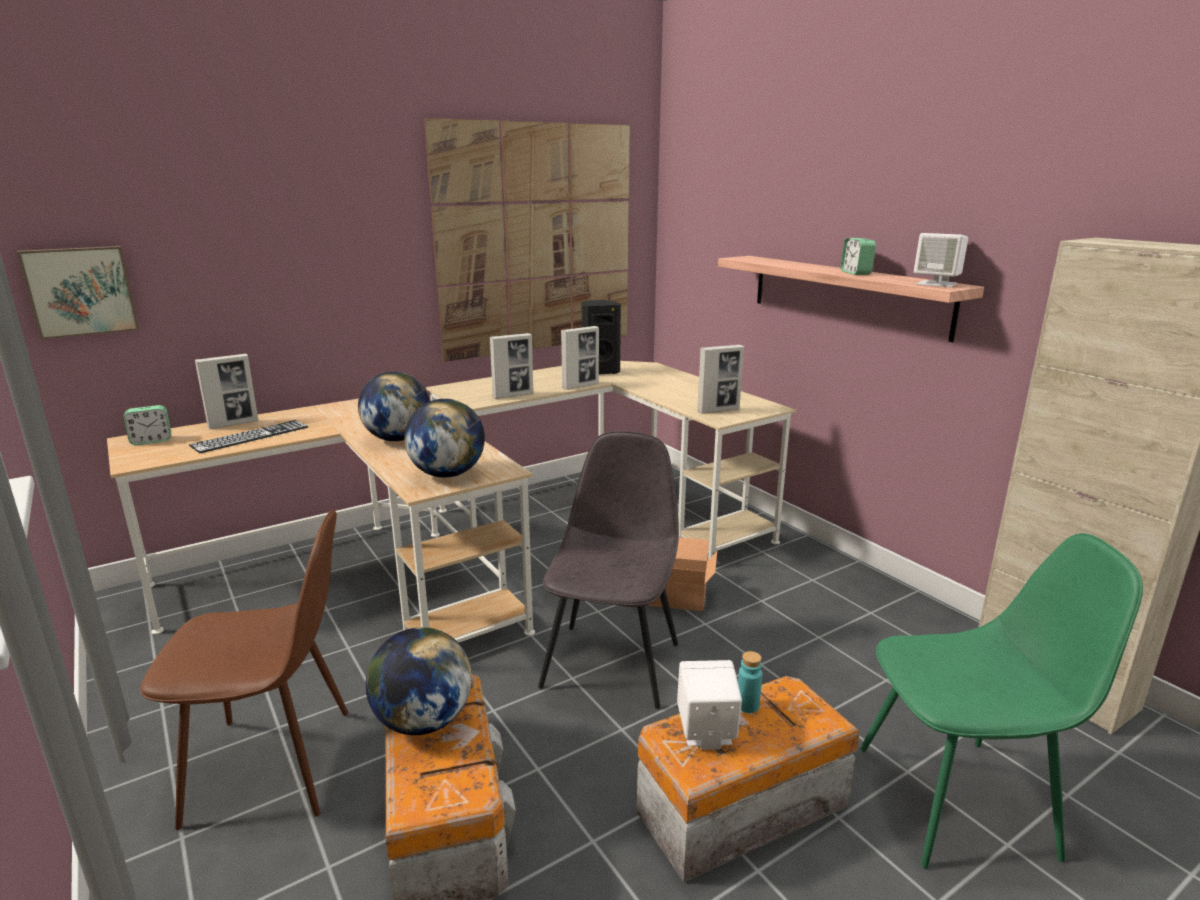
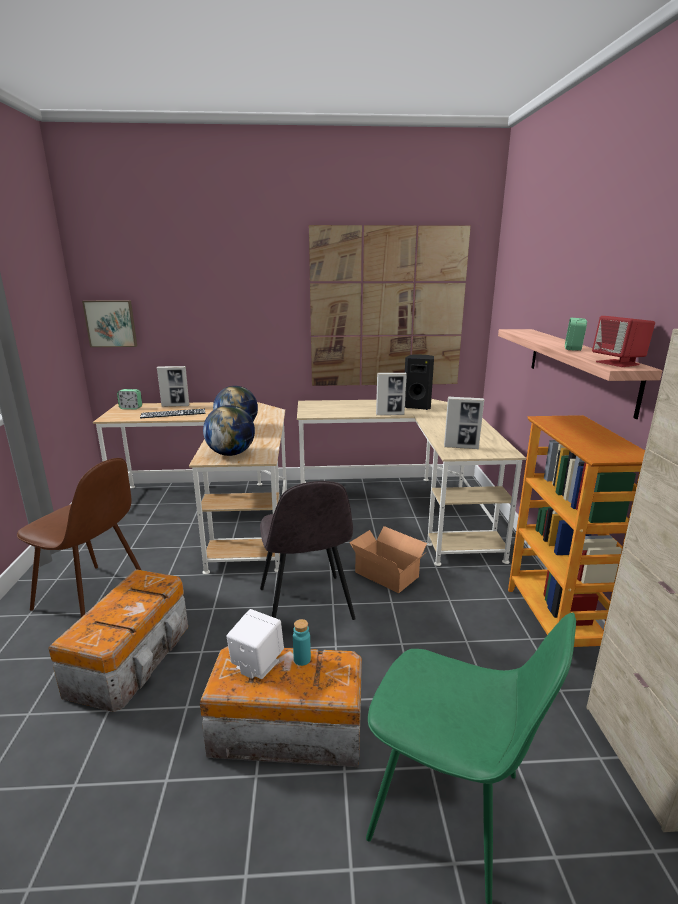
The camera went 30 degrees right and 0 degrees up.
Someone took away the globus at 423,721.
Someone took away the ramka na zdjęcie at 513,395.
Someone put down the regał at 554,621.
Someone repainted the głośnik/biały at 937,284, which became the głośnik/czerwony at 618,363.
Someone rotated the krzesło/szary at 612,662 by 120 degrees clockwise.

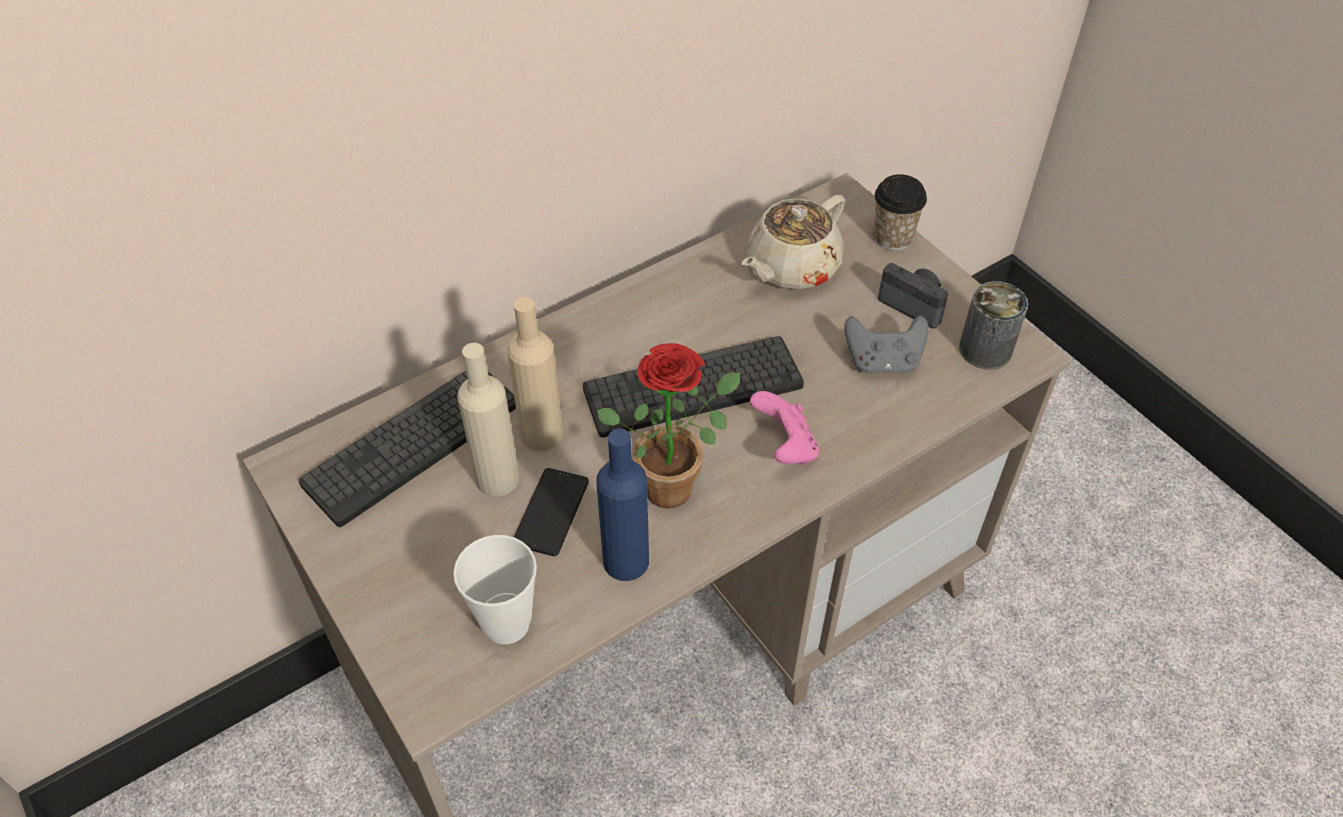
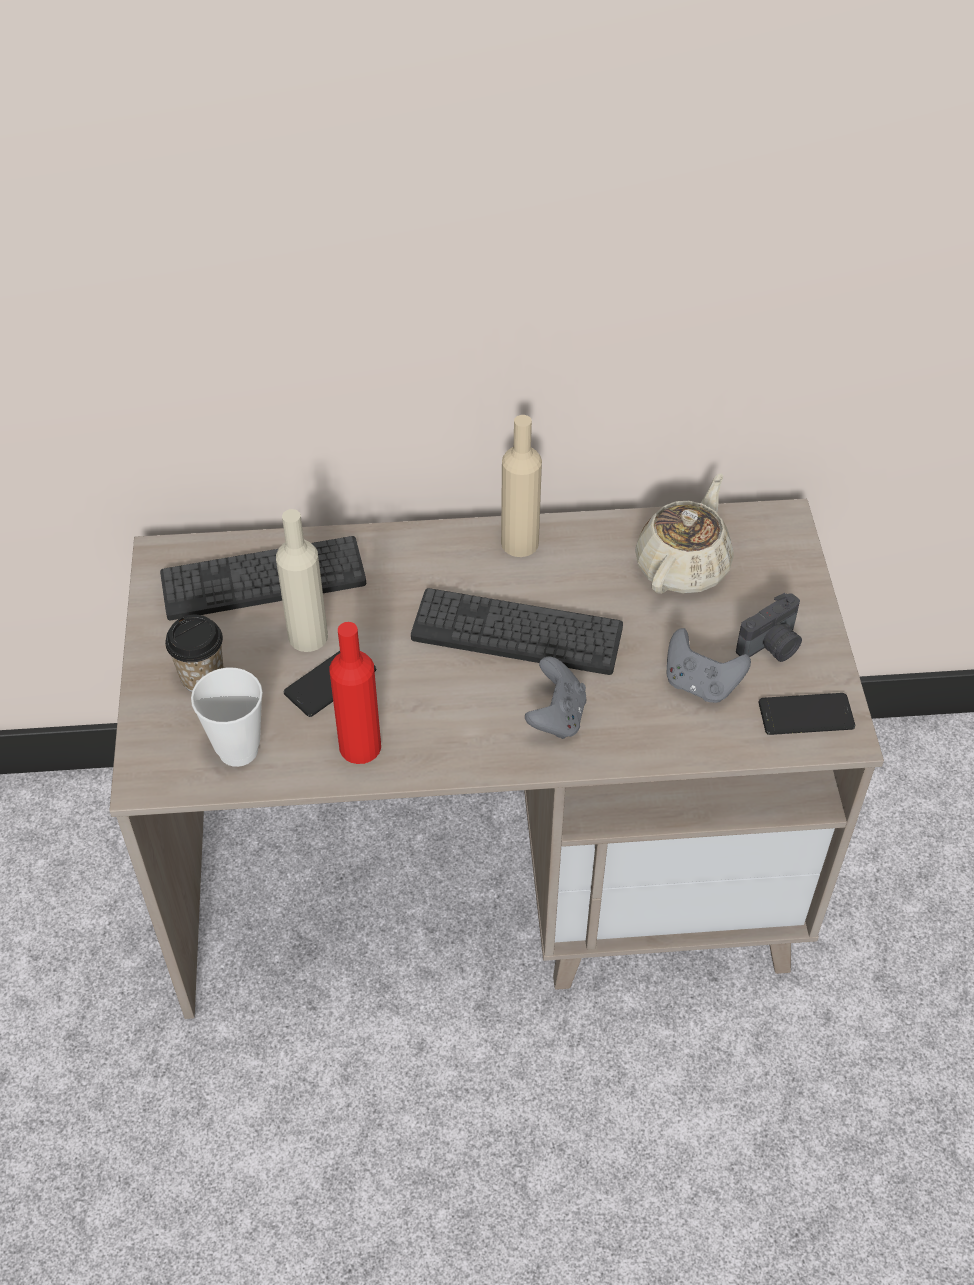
The camera went 30 degrees right and 0 degrees up.
Someone took away the roślina doniczkowa at 675,482.
Someone carried the butelka/beżowy from 542,434 to 519,543.
Someone carried the filiżanka from 892,237 to 202,677.
Someone swapped the puszka at 985,349 for the telefon at 806,715.
Someone repainted the butelka/niebieski at 626,561, which became the butelka/czerwony at 360,746.
Someone repainted the pad do gier/różowy at 785,447, which became the pad do gier/szary at 556,717.
Someone rotated the imbryk/beżowy at 791,268 by 135 degrees clockwise.
Someone rotated the aparat fotograficzny at 914,304 by 75 degrees clockwise.

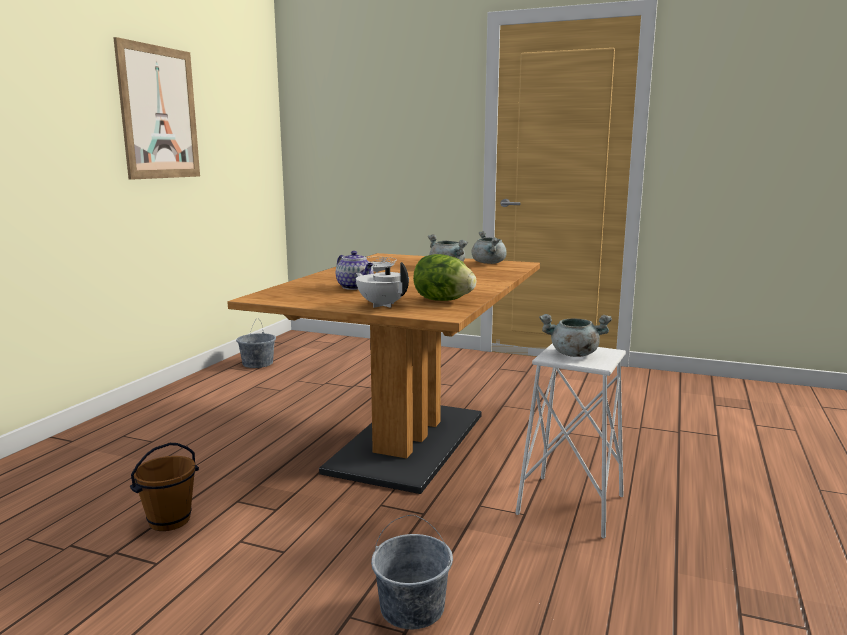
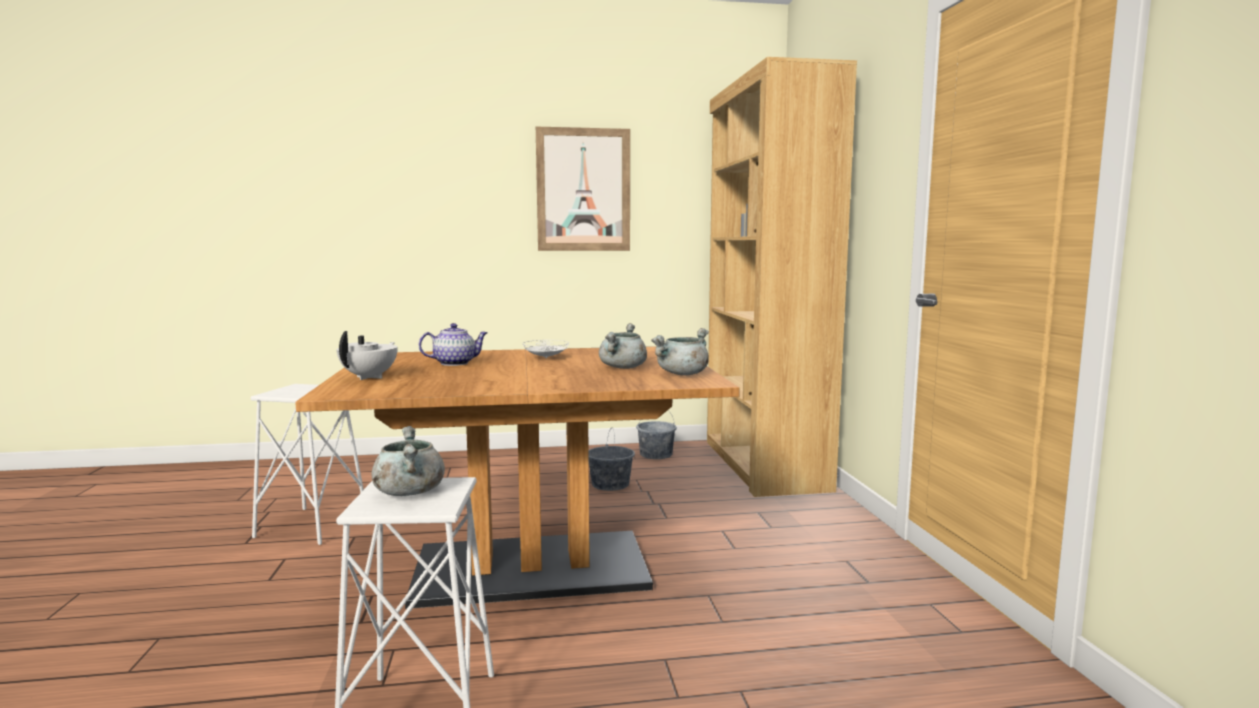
The camera went 60 degrees right and 5 degrees down.
Someone took away the sałata at 443,300.
Someone put down the regał/brązowy at 763,464.
Someone carried the wiadro/szary from 411,608 to 610,484.
Someone swapped the wiadro/brązowy at 169,520 for the stołek/biały at 312,526.
Someone rotated the imbryk at 355,287 by 135 degrees counterclockwise.

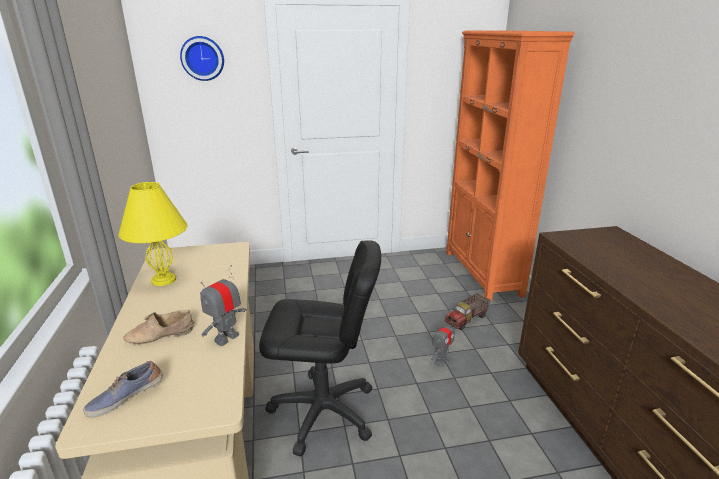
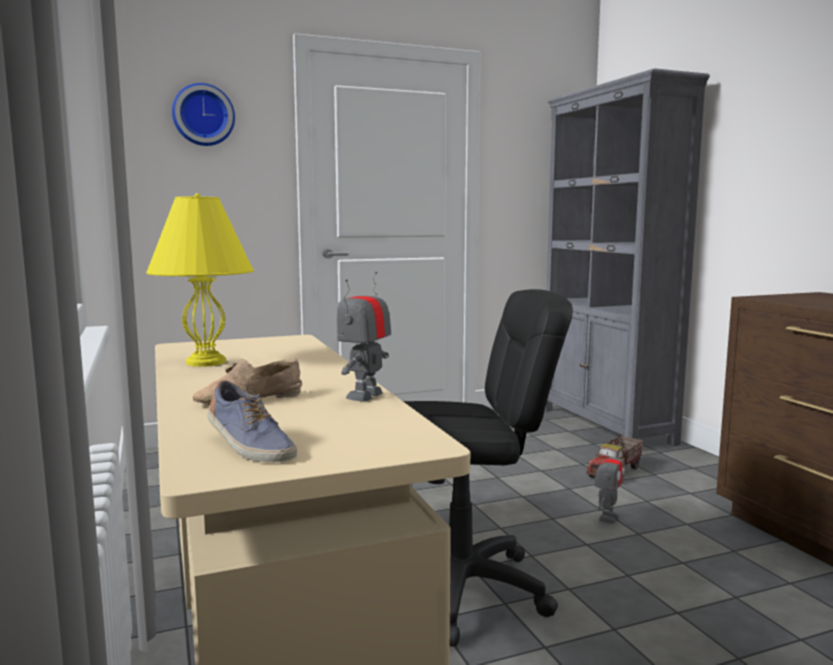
The camera went 10 degrees left and 15 degrees down.
Someone repainted the regał/pomarańczowy at 482,273, which became the regał/szary at 606,426.
Someone rotated the but at 125,397 by 90 degrees counterclockwise.

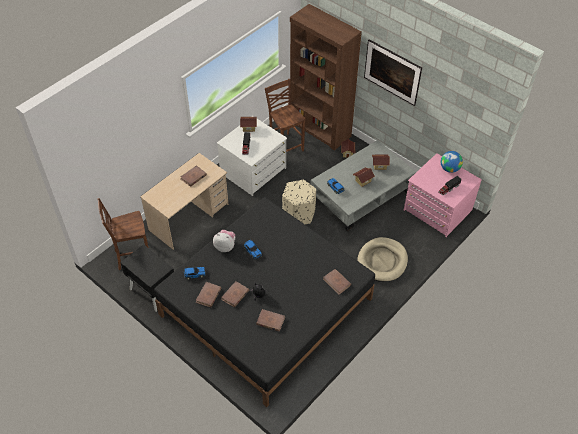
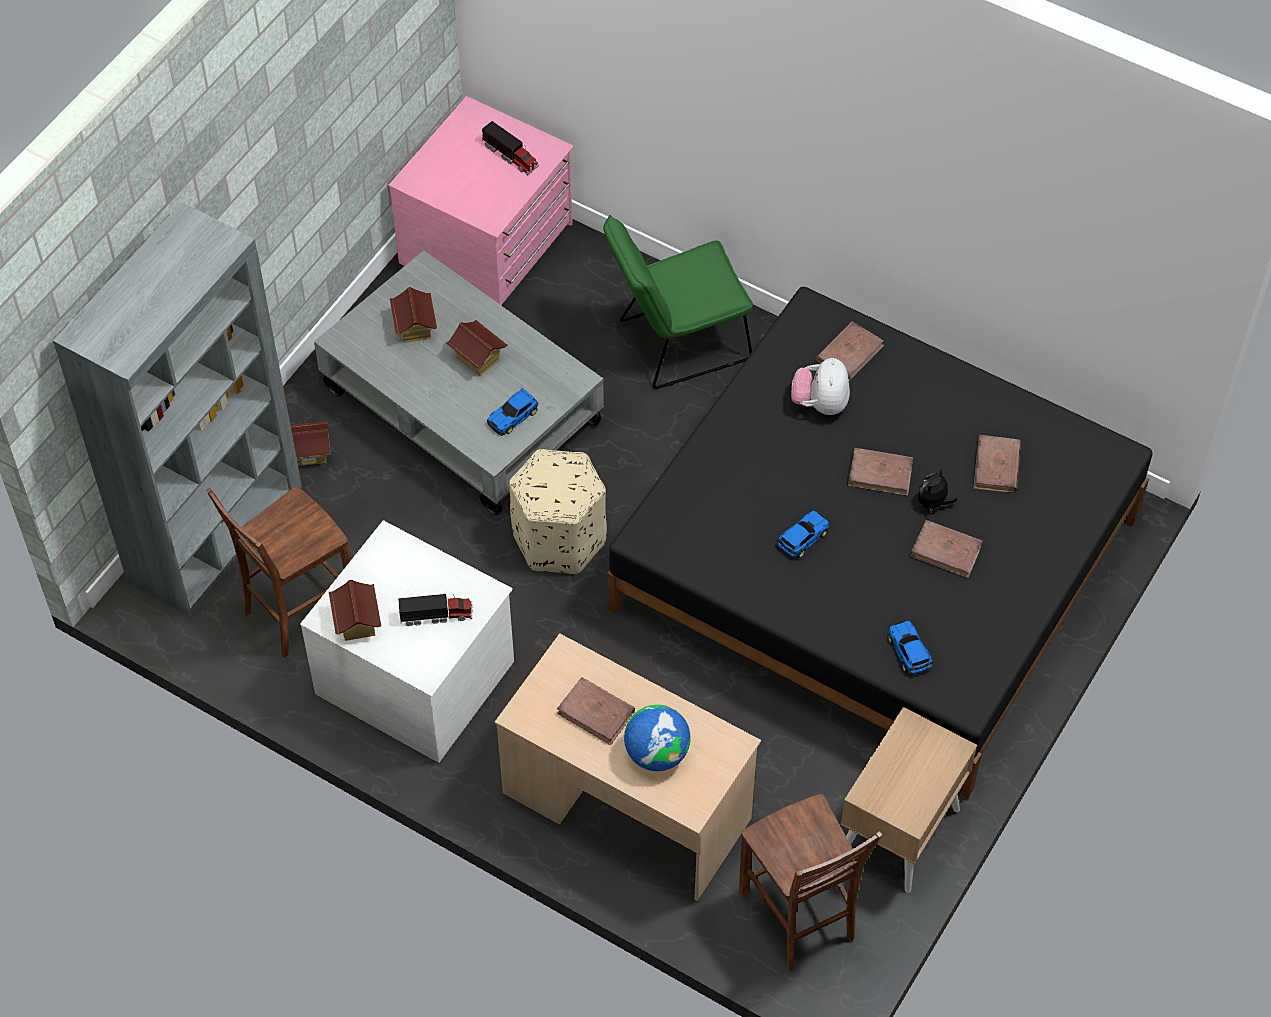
The camera went 100 degrees left and 5 degrees up.
Someone took away the obraz at 391,81.
Someone carried the książka/brązowy from 208,295 to 880,474.
Someone carried the pluszak from 225,246 to 820,403.
Someone carried the globus from 449,169 to 656,754.
Someone swapped the legowisko/beżowy at 382,261 for the krzesło/zielony at 676,343.
Someone repainted the szafka nocna/czarny at 153,291, which became the szafka nocna/beżowy at 899,832.
Someone repainted the regał/brązowy at 320,129, which became the regał/szary at 216,533.

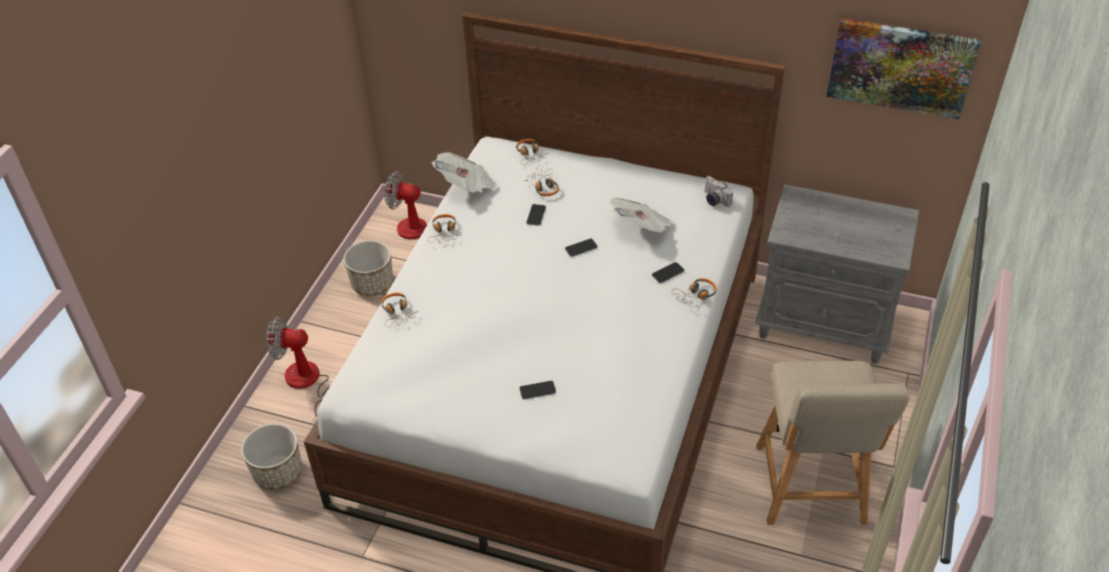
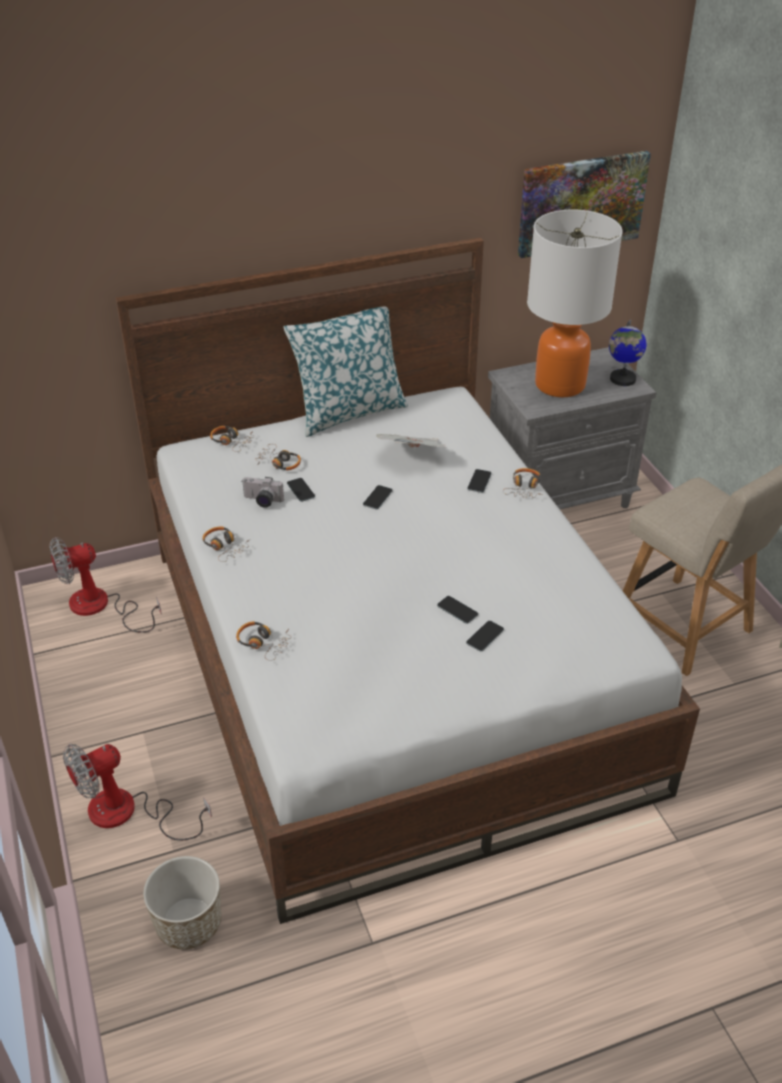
The camera went 40 degrees left and 5 degrees down.
Someone took away the donica at 372,284.
Someone took away the gazeta at 467,186.
Someone put down the poduszka at 349,412.
Someone put down the telefon at 457,610.
Someone put down the lampa stołowa at 560,385.
Someone put down the globus at 622,379.
Someone carried the aparat fotograficzny from 713,200 to 262,501.

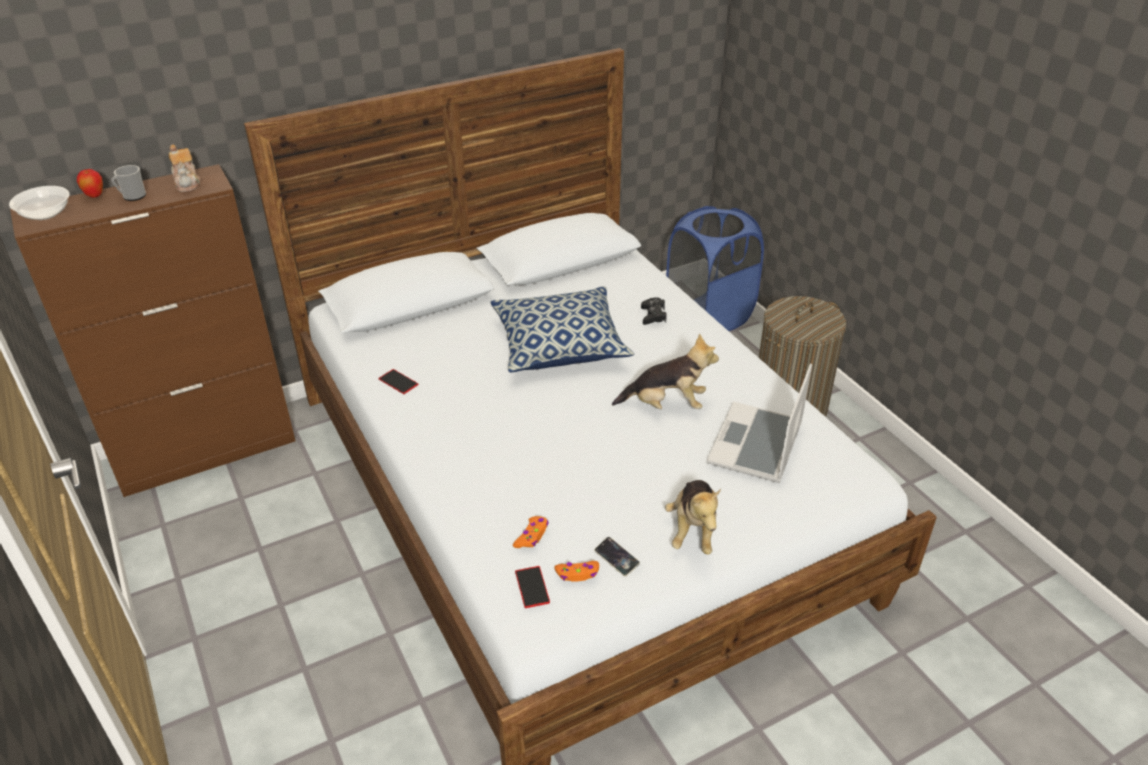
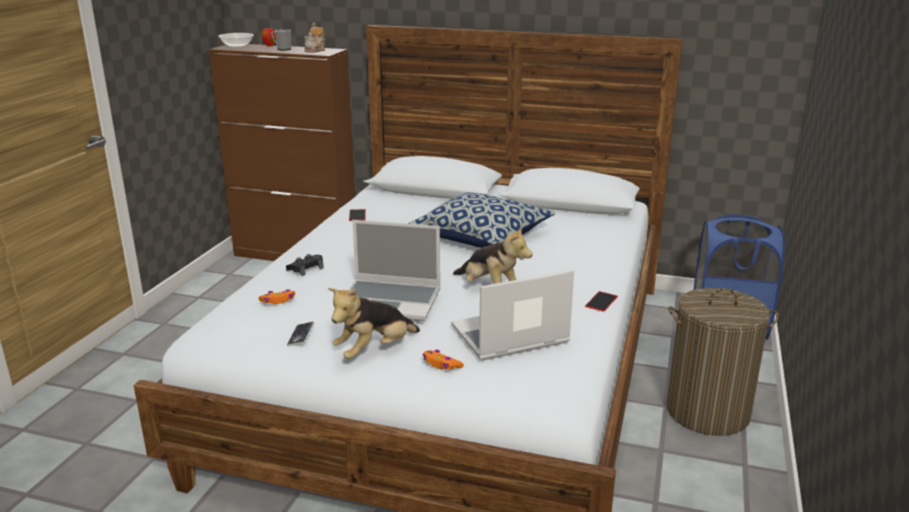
The camera went 45 degrees right and 15 degrees down.
Someone put down the laptop at 391,301.
Someone carried the telefon from 532,587 to 601,301.
Someone carried the pad do gier/pomarańczowy from 577,574 to 441,364.
Someone carried the pad do gier/czarny from 653,315 to 306,269.

